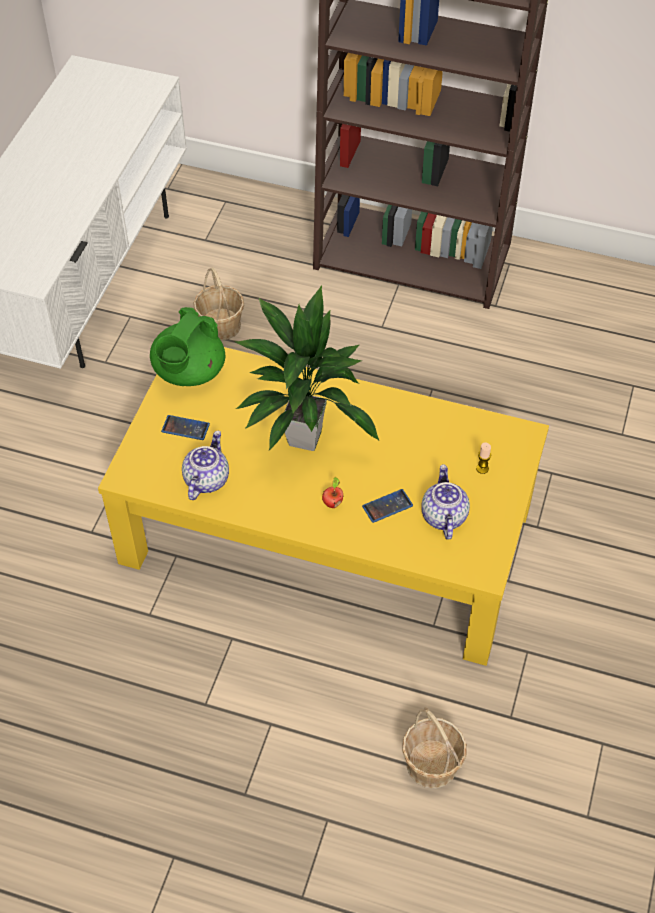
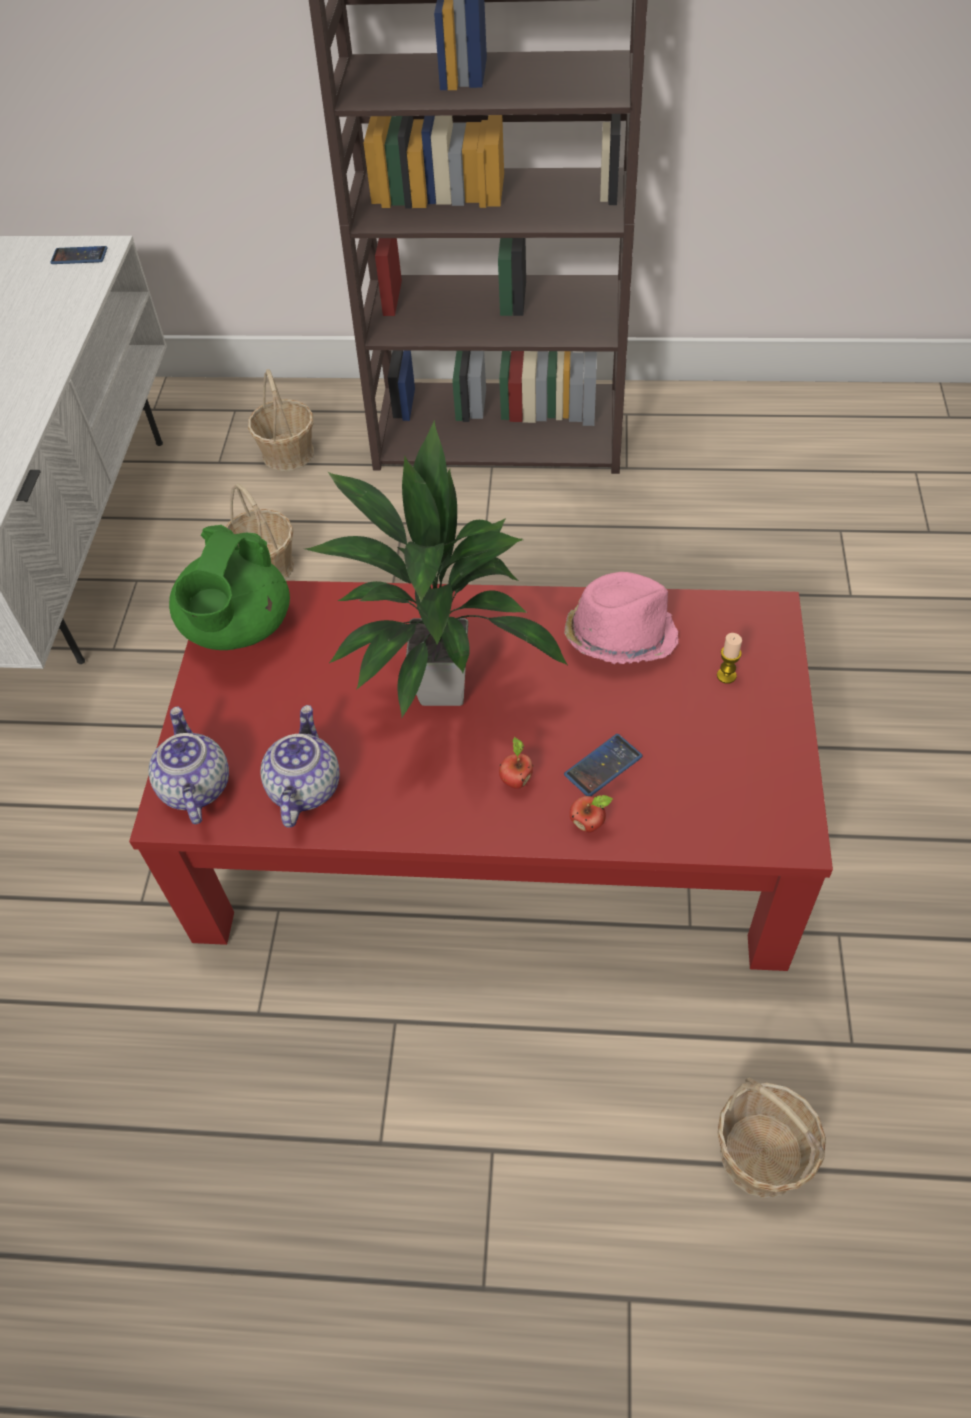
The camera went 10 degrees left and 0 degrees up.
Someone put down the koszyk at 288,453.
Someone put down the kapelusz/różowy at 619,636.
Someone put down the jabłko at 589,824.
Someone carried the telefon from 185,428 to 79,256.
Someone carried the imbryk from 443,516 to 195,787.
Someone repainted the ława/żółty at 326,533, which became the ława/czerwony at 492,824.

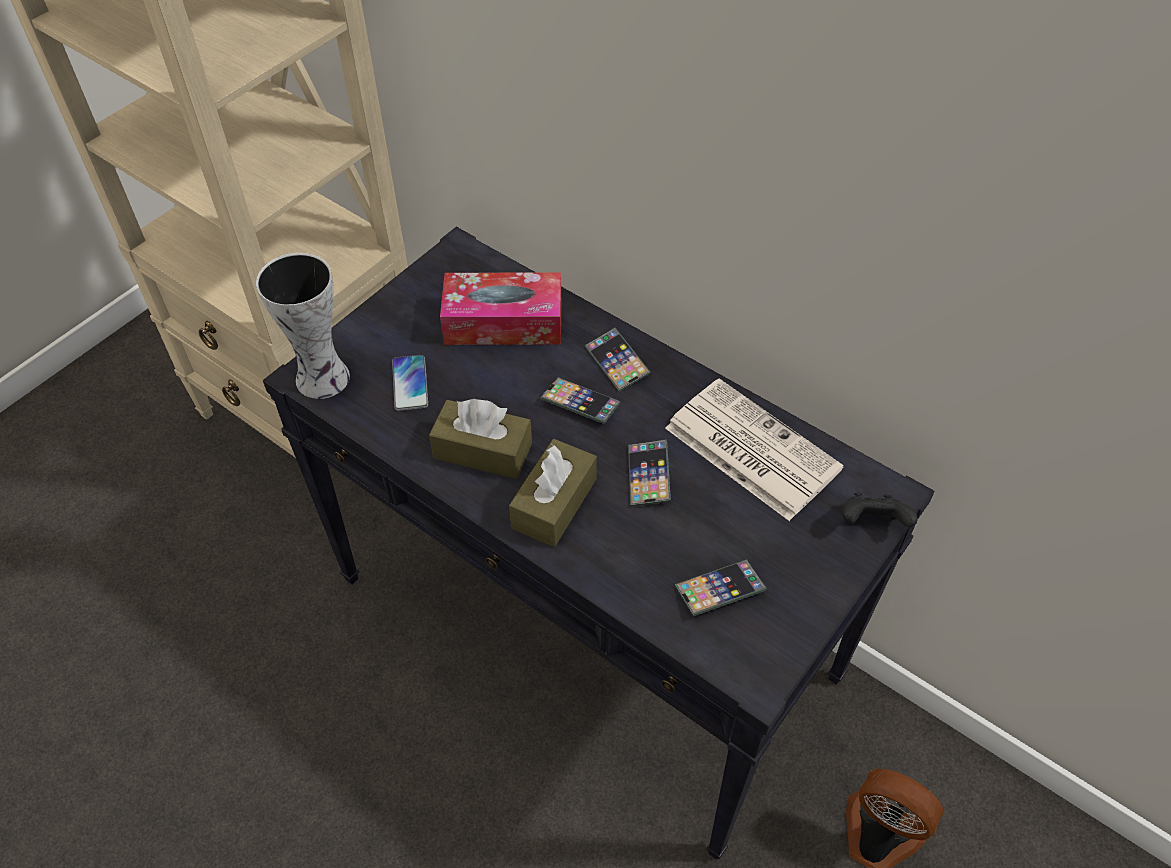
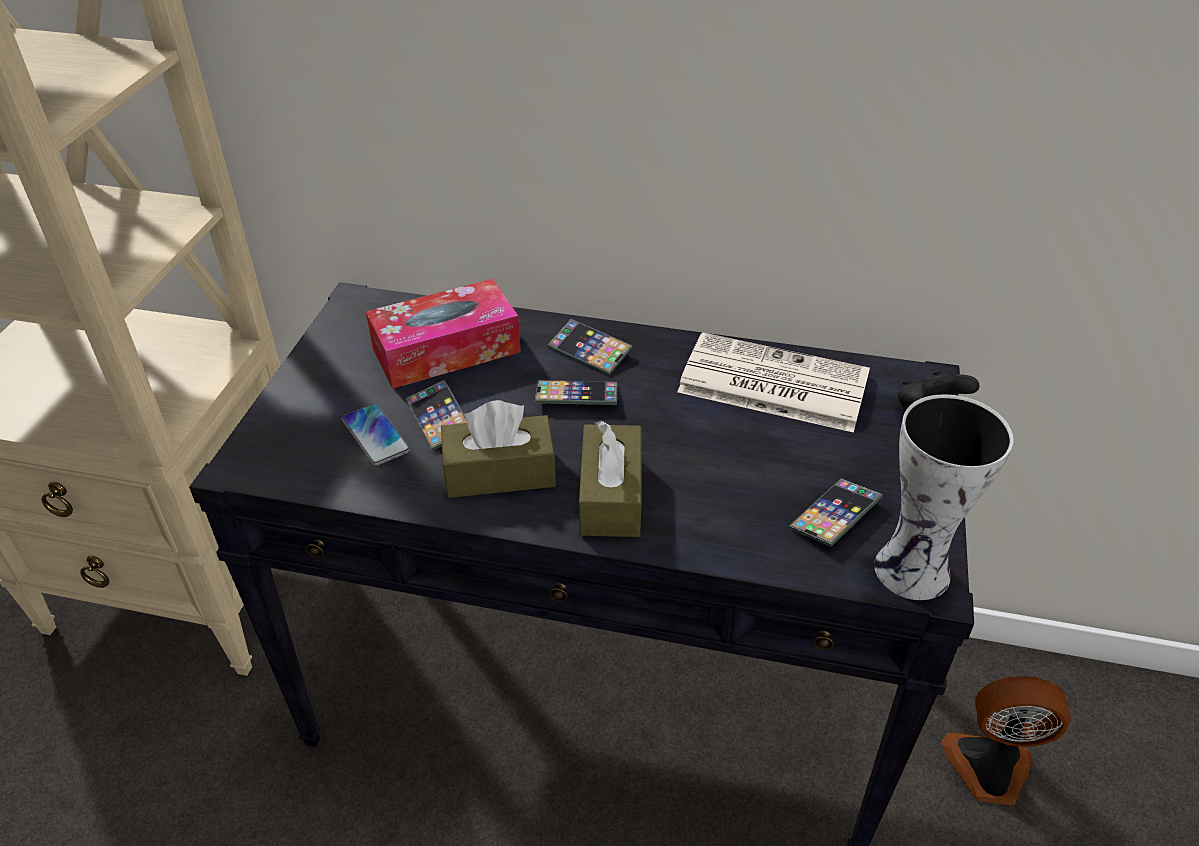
The camera went 25 degrees left and 10 degrees down.
Someone carried the wazon from 322,380 to 915,573.
Someone carried the telefon from 648,476 to 439,419.

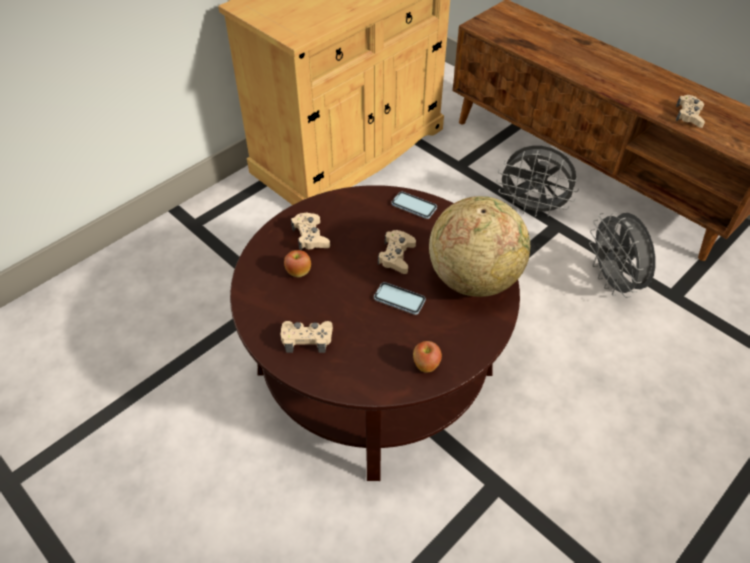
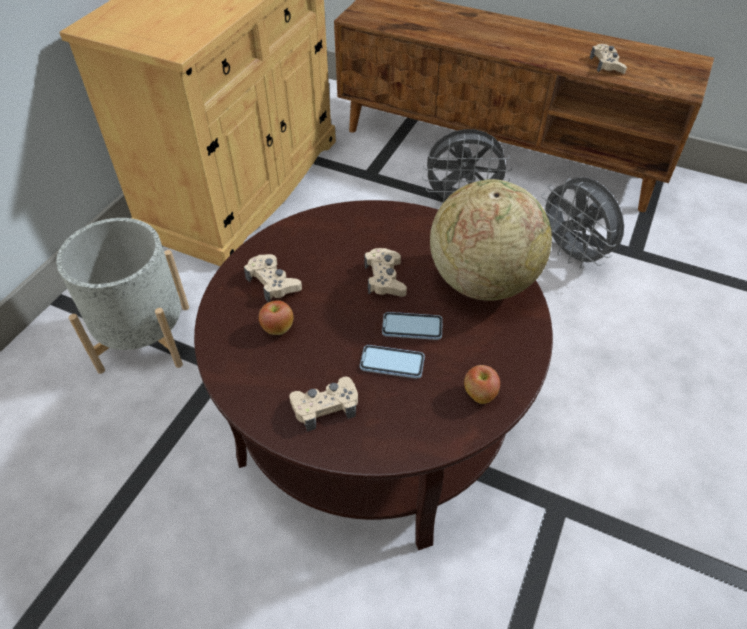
The camera went 20 degrees left and 0 degrees up.
Someone put down the donica/szary at 145,338.
Someone carried the telefon from 414,206 to 392,363.

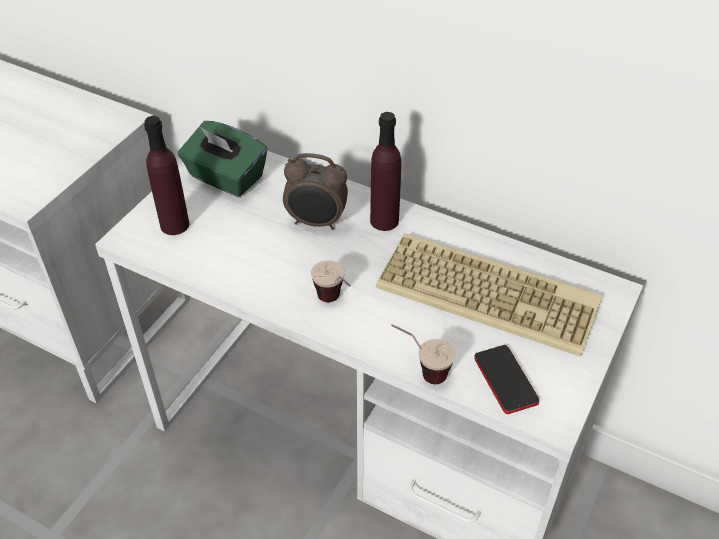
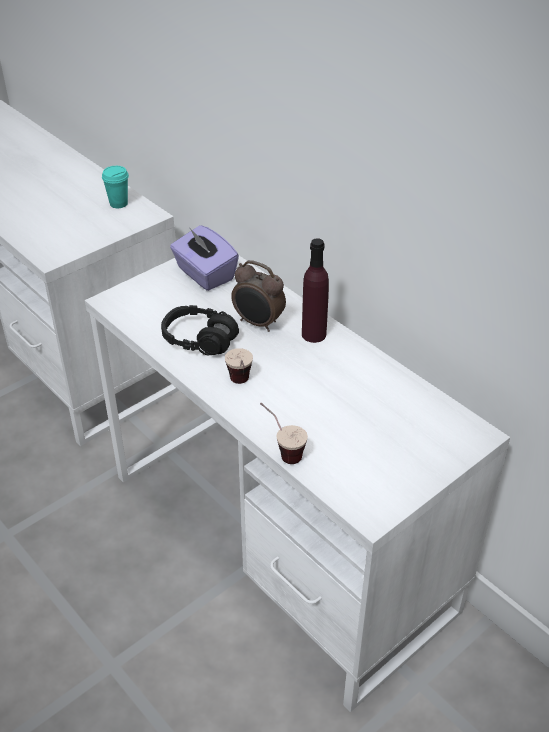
The camera went 20 degrees right and 5 degrees down.
Someone took away the butelka/fioletowy at 174,225.
Someone took away the klawiatura at 490,293.
Someone took away the telefon at 505,380.
Someone put down the filiżanka/turkusowy at 118,203.
Someone put down the słuchawki/czarny at 200,340.
Someone repainted the pudełko chusteczek/zielony at 225,178, which became the pudełko chusteczek/fioletowy at 204,274.

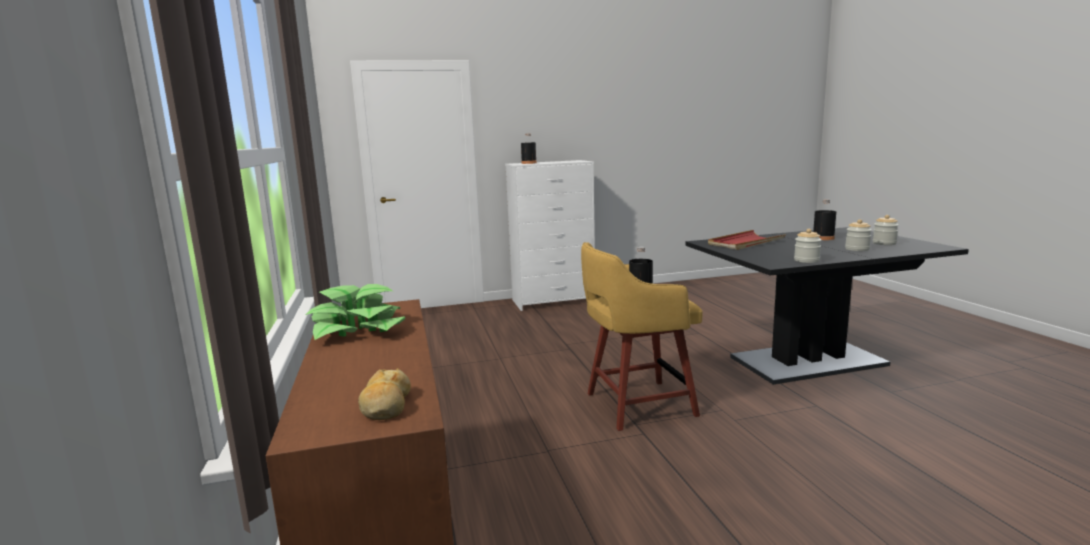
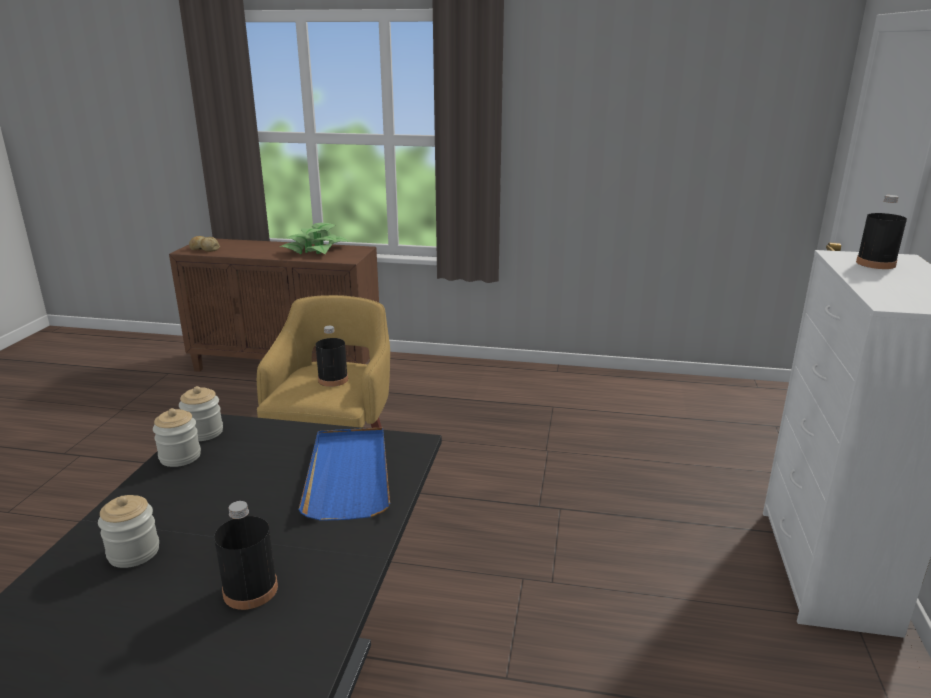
The camera went 115 degrees right and 10 degrees up.
Someone carried the słoik from 884,243 to 204,432.
Someone repainted the taca/czerwony at 745,243, which became the taca/niebieski at 348,475.

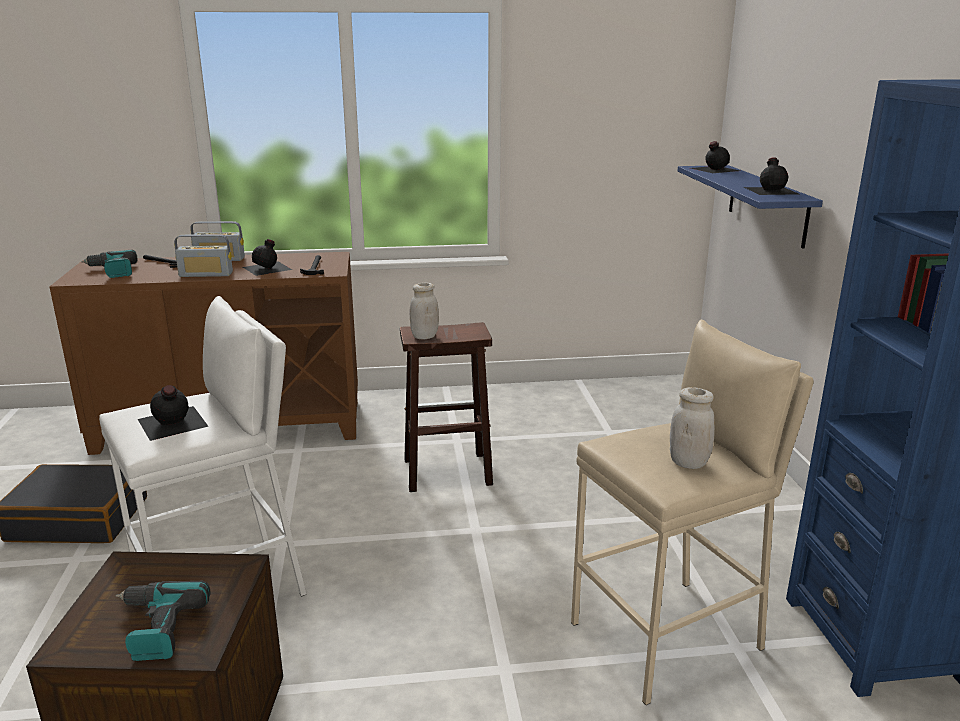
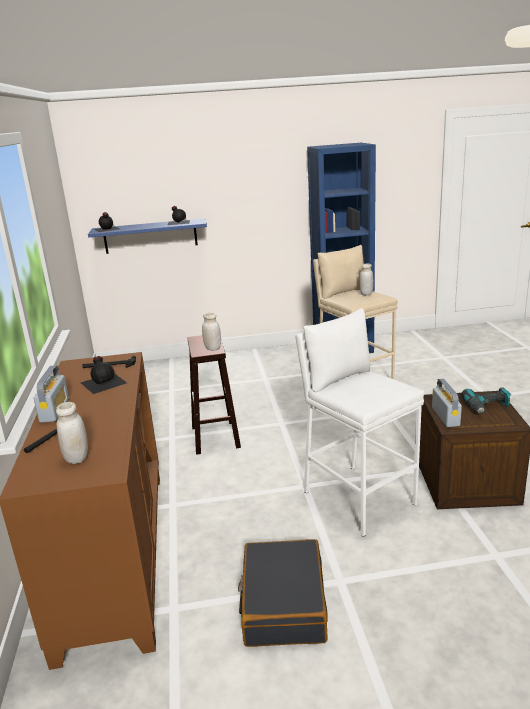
The camera went 90 degrees left and 0 degrees up.
Someone took away the butelka/czarny at 171,423.
Someone carried the radio from 206,274 to 445,416.
Someone swapped the wiertarka at 113,271 for the słoik/biały at 77,458.

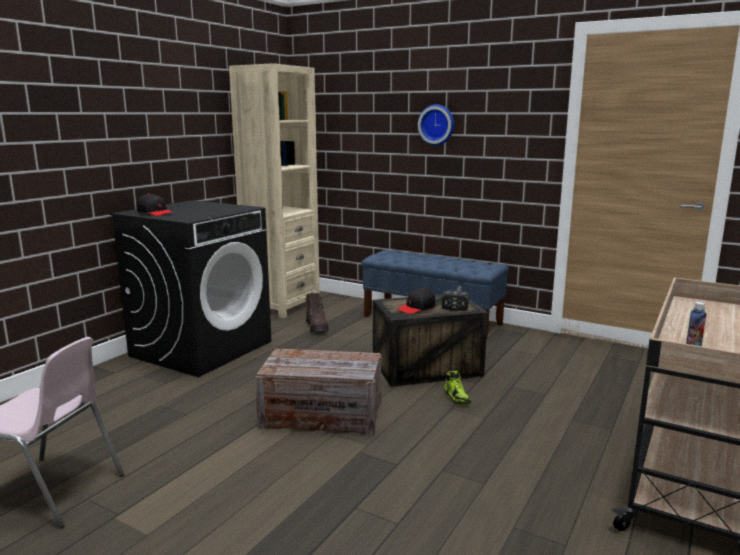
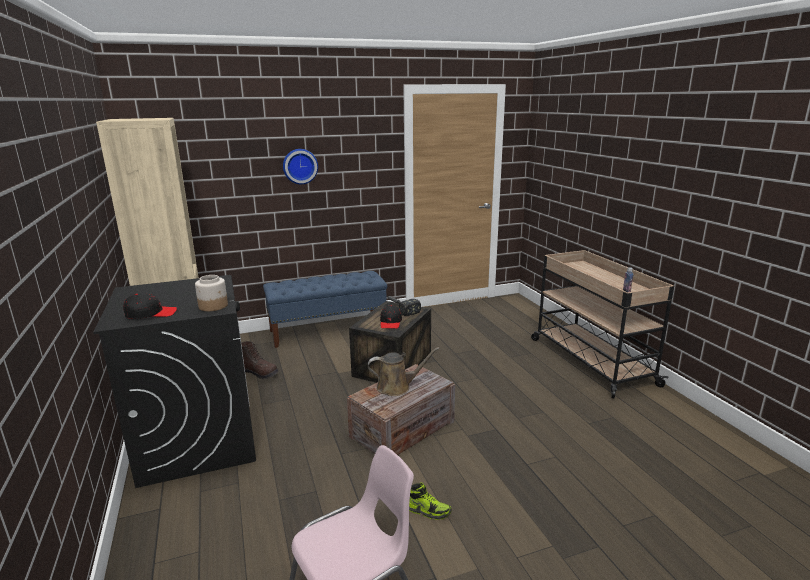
The camera went 50 degrees left and 5 degrees up.
Someone put down the słoik at 213,306.
Someone put down the konewka/brązowy at 397,387.
Someone carried the but from 457,398 to 428,510.

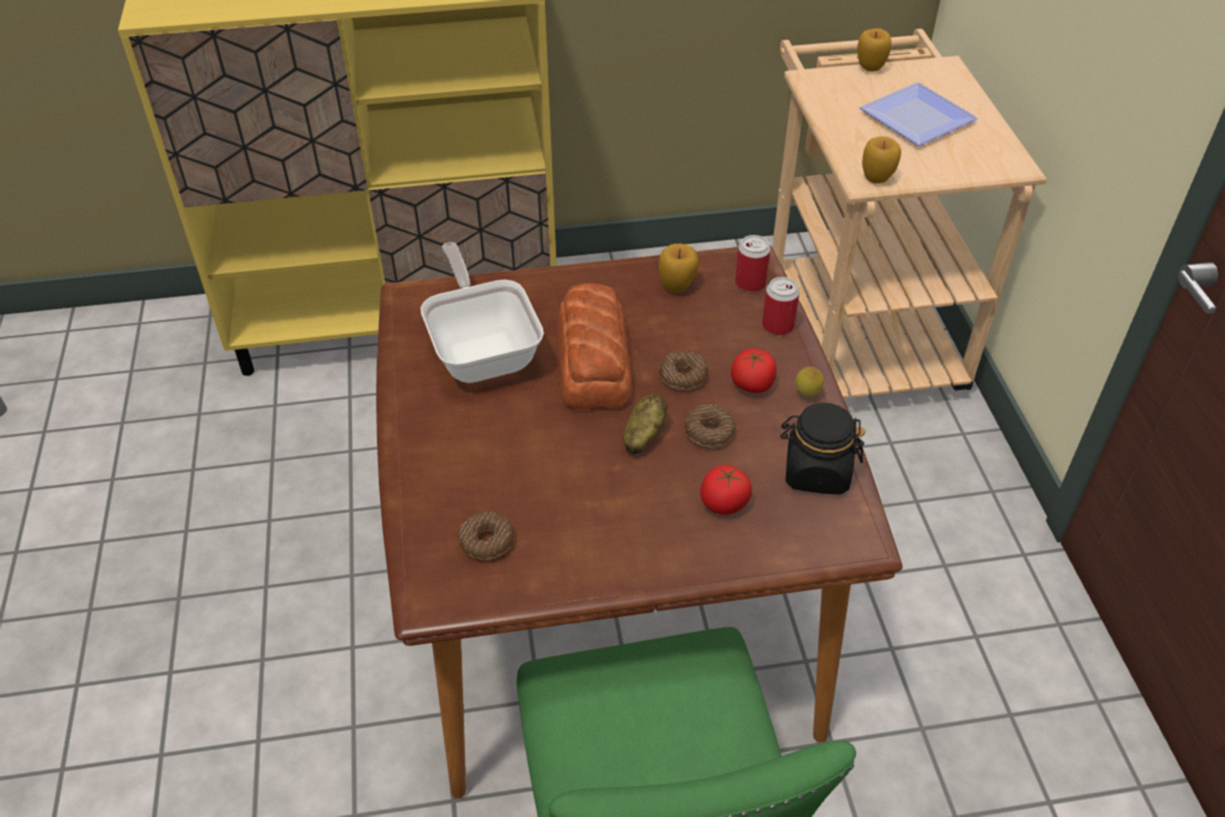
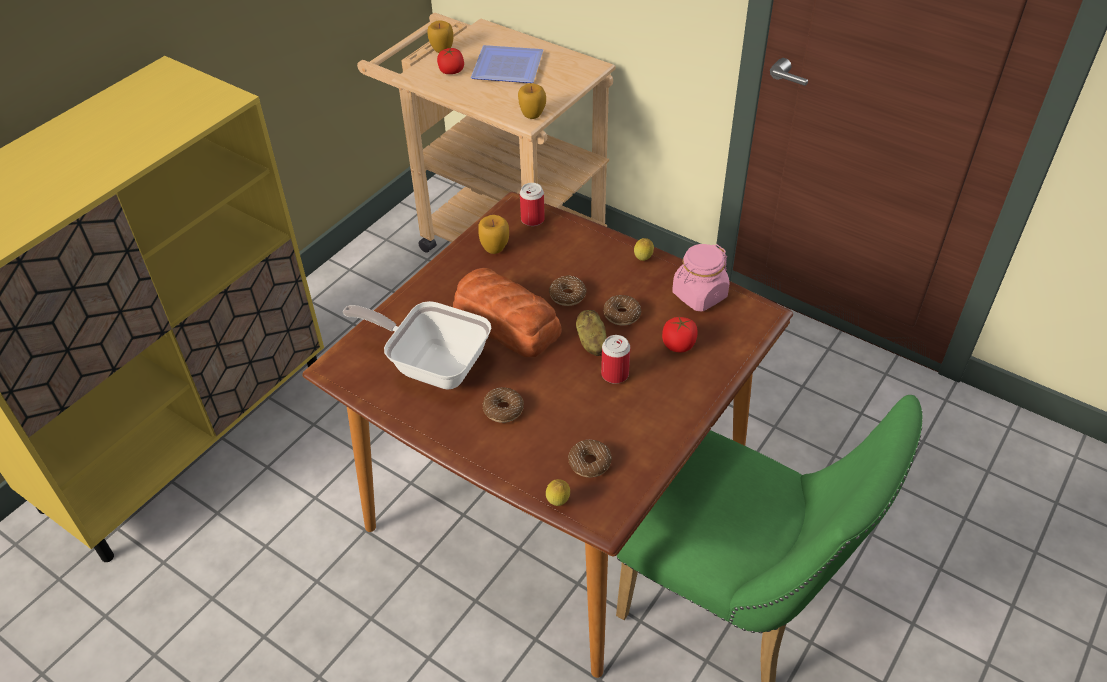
The camera went 45 degrees left and 0 degrees up.
Someone put down the donut at 503,409.
Someone put down the cytryna at 558,502.
Someone carried the pomidor from 752,384 to 451,71.
Someone carried the puszka from 778,326 to 615,374.
Someone repainted the słoik/czarny at 816,472, which became the słoik/różowy at 699,295.

